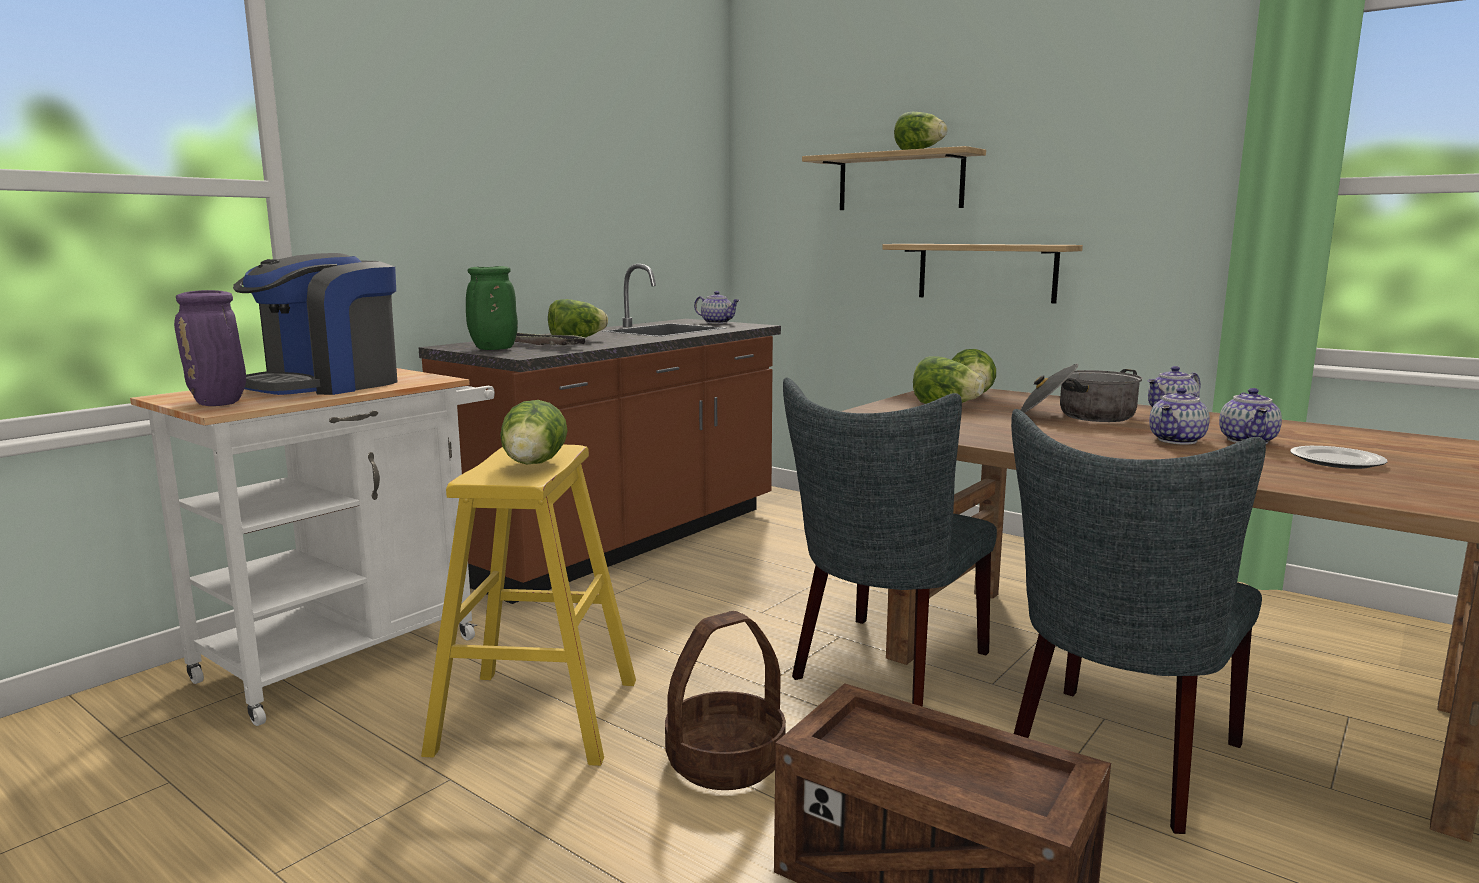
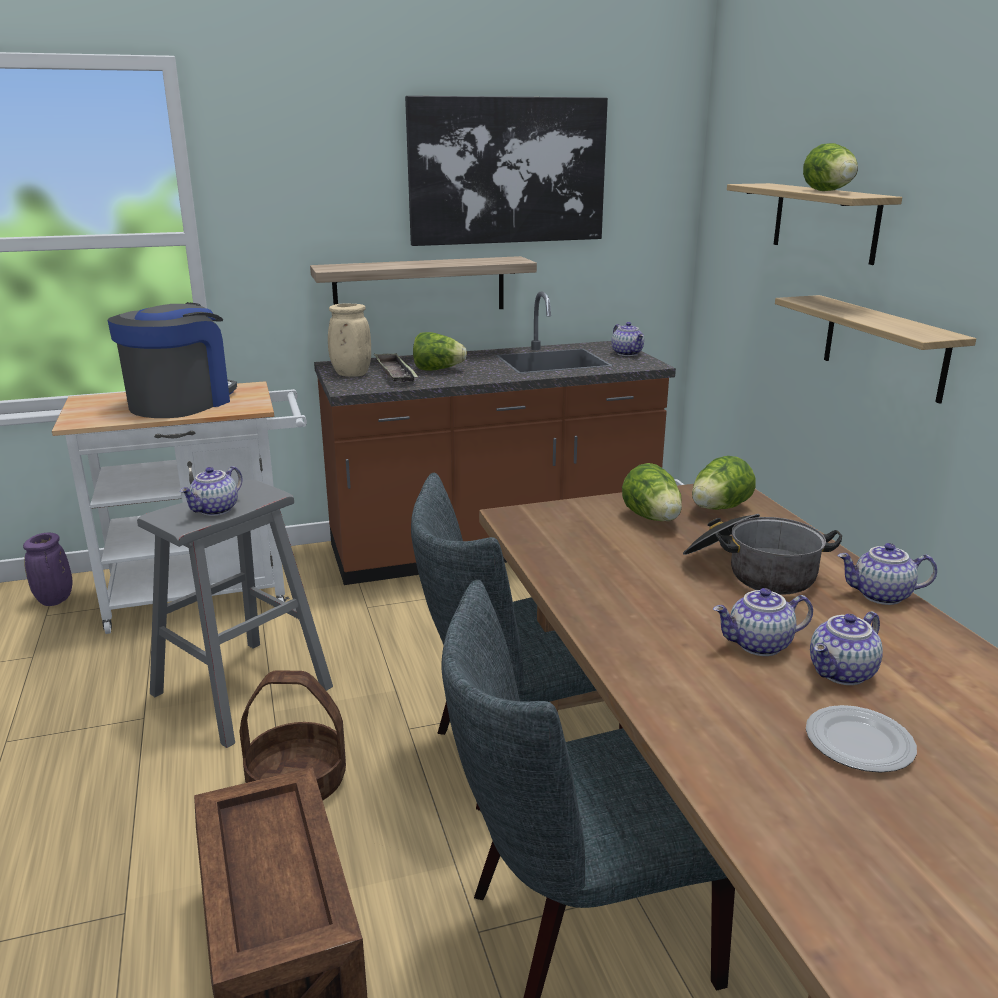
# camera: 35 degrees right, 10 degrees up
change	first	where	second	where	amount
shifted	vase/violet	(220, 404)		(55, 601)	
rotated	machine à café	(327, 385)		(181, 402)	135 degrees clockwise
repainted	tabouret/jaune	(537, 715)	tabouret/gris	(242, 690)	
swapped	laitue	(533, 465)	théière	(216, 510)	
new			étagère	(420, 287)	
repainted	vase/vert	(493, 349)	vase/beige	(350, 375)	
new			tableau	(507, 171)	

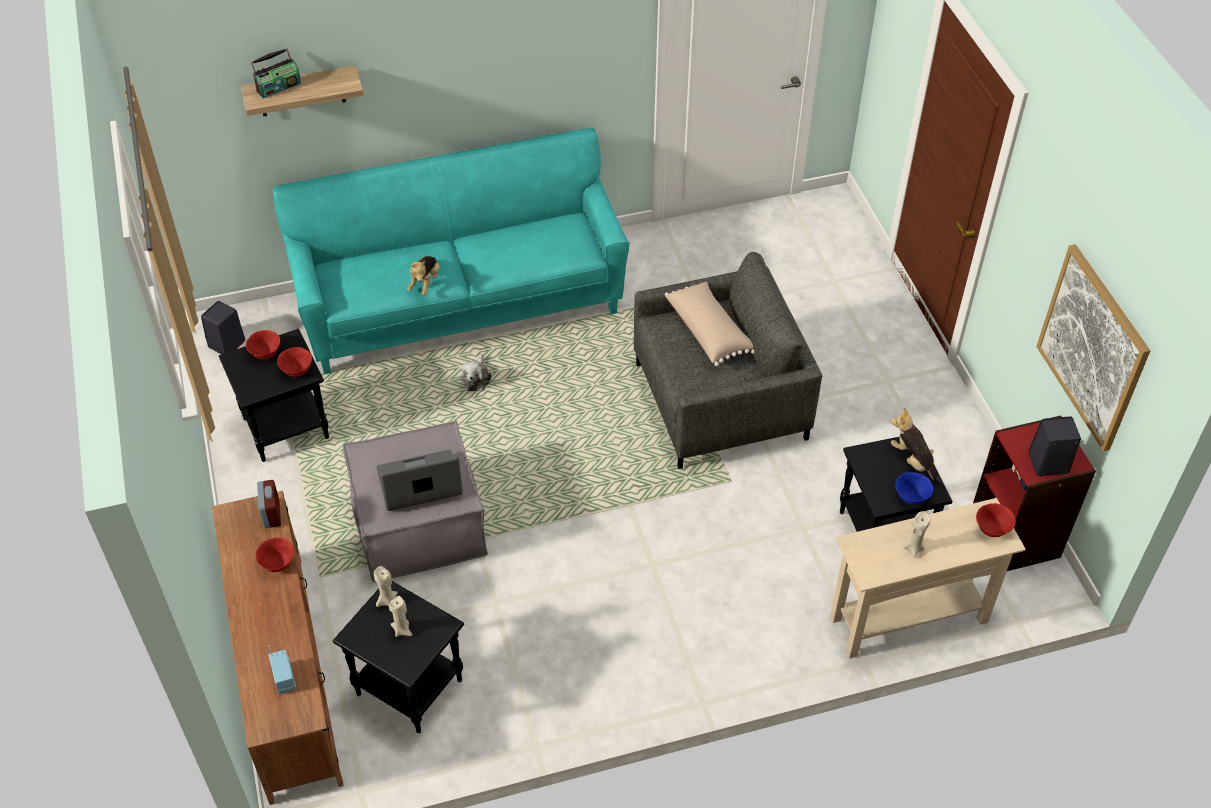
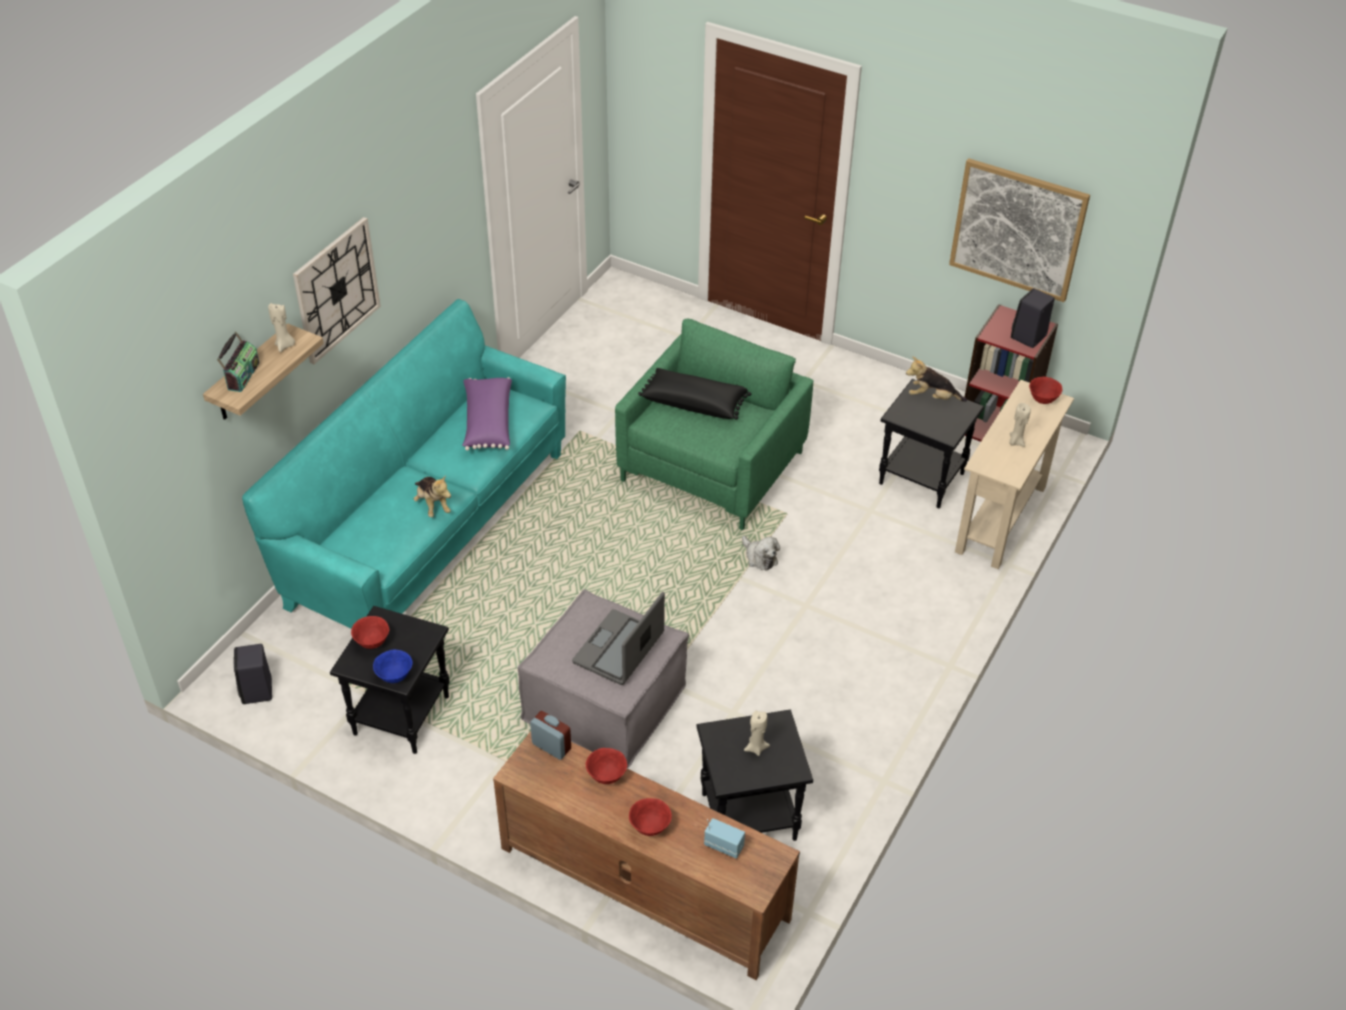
# camera: 45 degrees left, 5 degrees down
change	first	where	second	where	amount
shifted	bougie/beige	(388, 601)		(285, 345)	
new			horloge murale	(336, 290)	
shifted	bol/bleu	(911, 497)		(394, 676)	
new			coussin/violet	(487, 423)	
repainted	fauteuil/gris	(720, 402)	fauteuil/vert	(713, 467)	
shifted	bol/rouge	(297, 371)		(650, 827)	
repainted	coussin/beige	(709, 331)	coussin/noir	(694, 403)	
shifted	peluche	(476, 379)		(759, 557)	

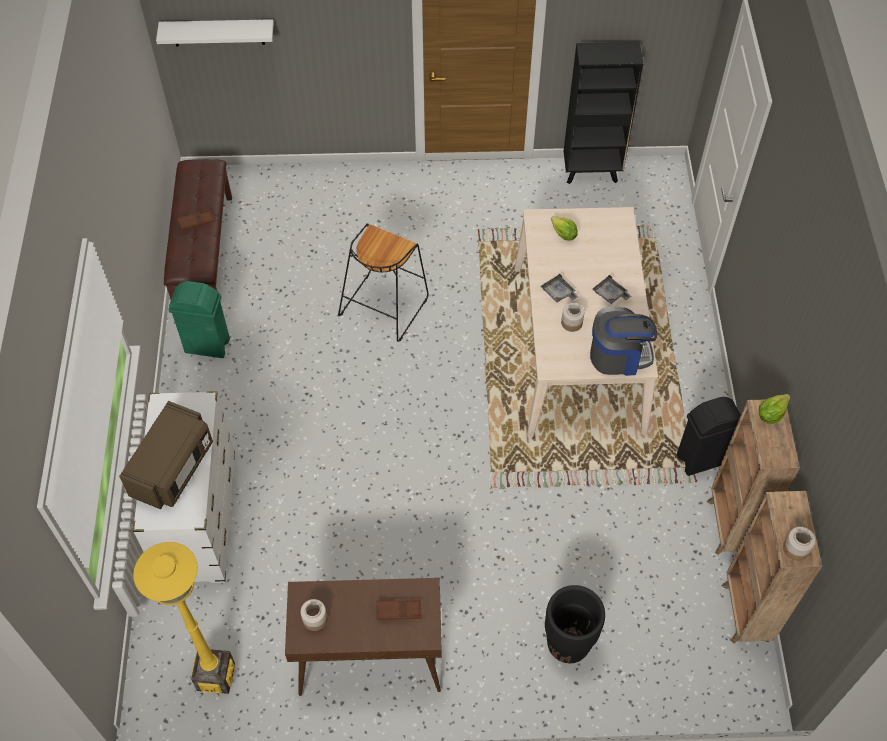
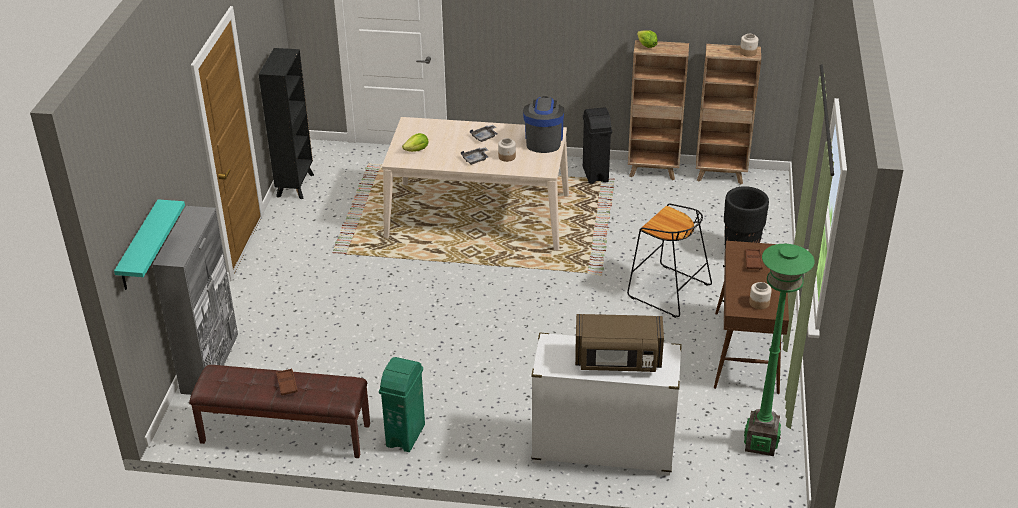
# camera: 80 degrees left, 20 degrees down
change	first	where	second	where	amount
repainted	étagère/blanc	(218, 32)	étagère/turquoise	(139, 247)	
new			meuble de rangement/gris	(210, 362)	
rotated	micro-ondes/marron	(173, 468)		(617, 361)	150 degrees clockwise
shifted	tabouret/noir	(383, 305)		(667, 291)	
repainted	lampadaire/jaune	(215, 676)	lampadaire/vert	(761, 443)	

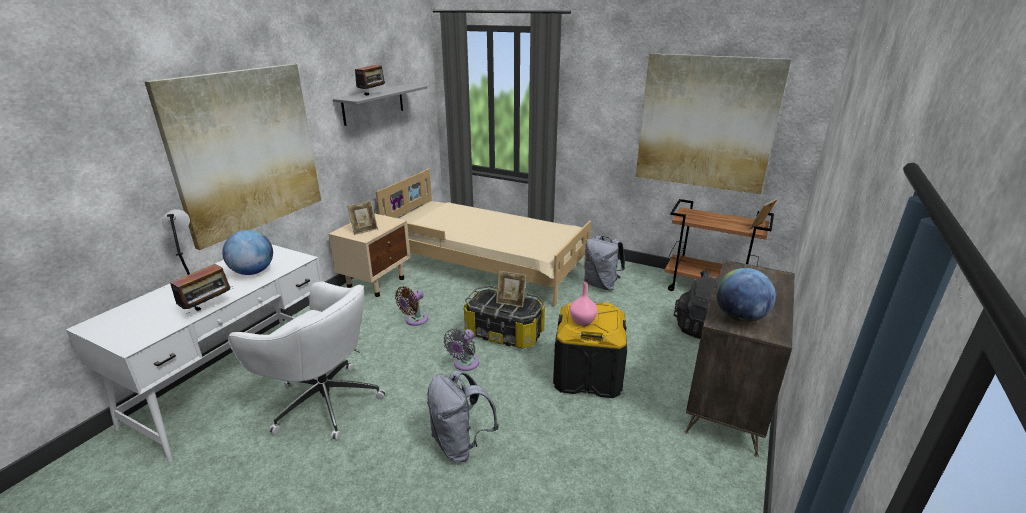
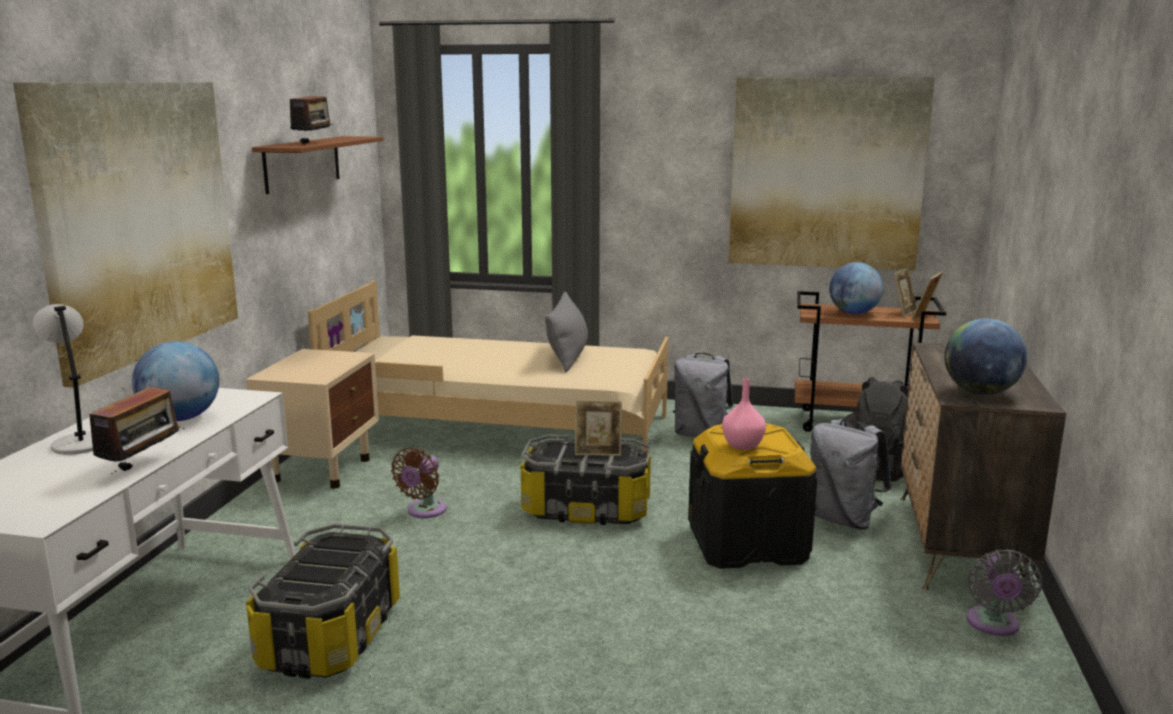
# camera: 15 degrees left, 10 degrees down
change	first	where	second	where	amount
swapped	chaise de bureau/blanc	(324, 402)	boîte de rangement	(332, 636)	
repainted	étagère/gris	(373, 104)	étagère/marron	(302, 163)	
new			coussin/gris	(567, 356)	
shifted	sac à dos/gris	(460, 444)		(843, 520)	
new			globe	(853, 313)	
shifted	cadre photo	(364, 230)		(903, 313)	
shifted	ventilateur/gris	(464, 364)		(993, 625)	

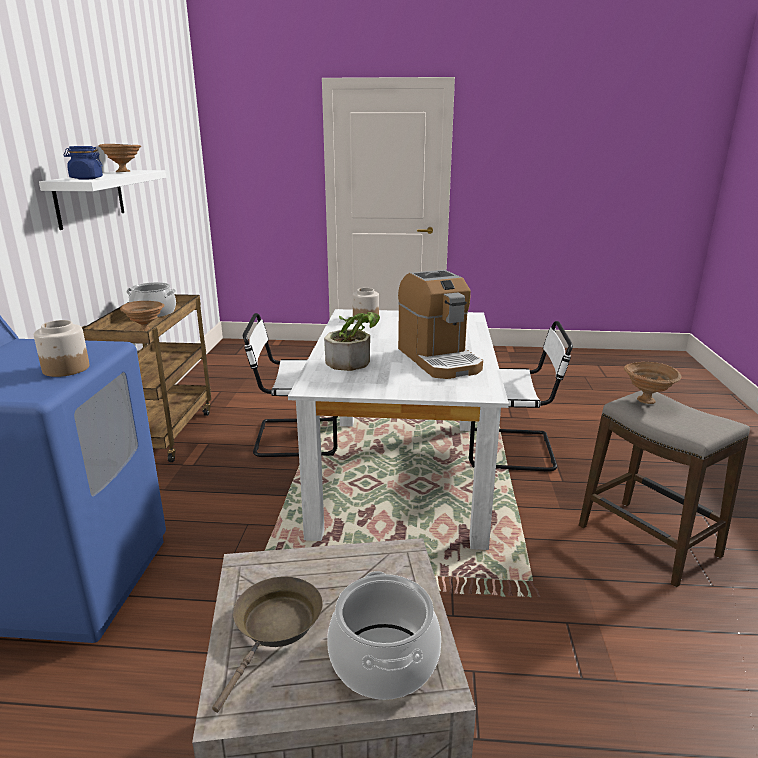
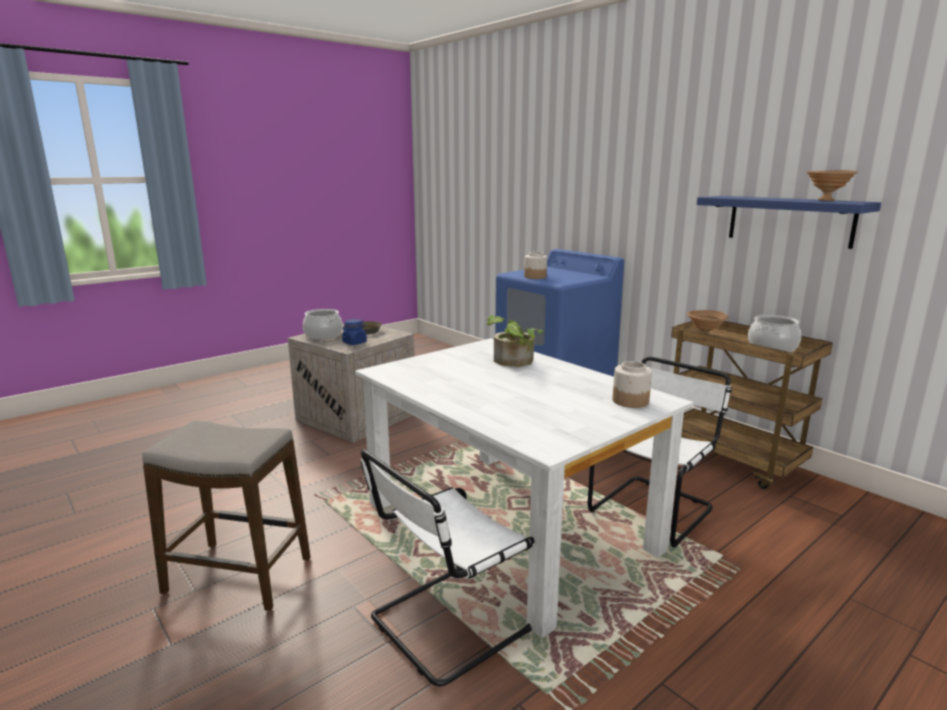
# camera: 135 degrees right, 5 degrees down
change	first	where	second	where	amount
shifted	bocal/bleu	(86, 178)		(354, 343)	
repainted	étagère/blanc	(90, 198)	étagère/bleu	(790, 220)	
gone	machine à café	(439, 359)			
gone	bol/marron	(647, 401)			

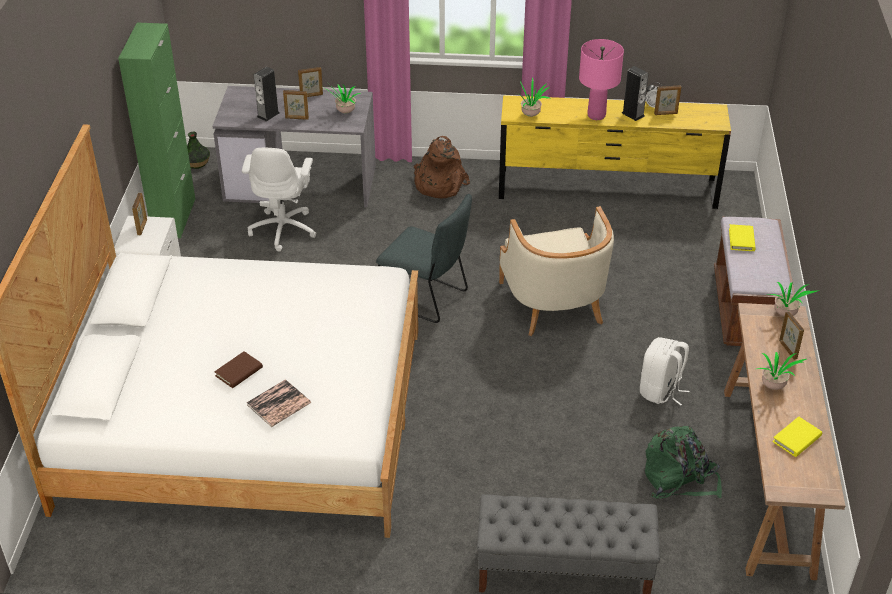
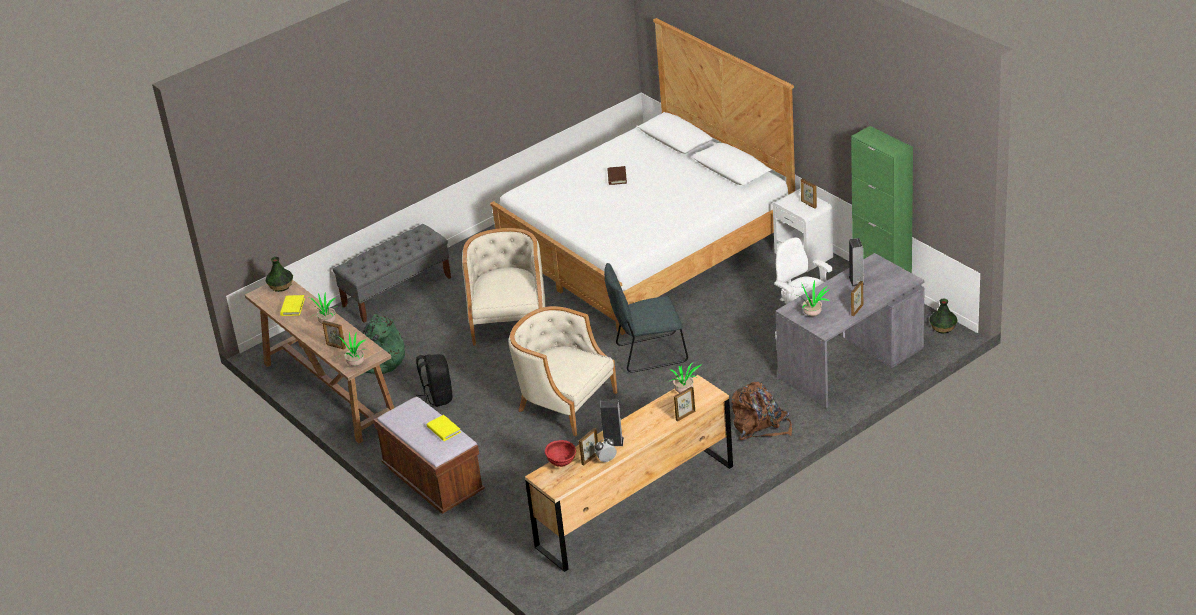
# camera: 140 degrees right, 5 degrees down
change	first	where	second	where	amount
new			vase	(280, 286)	
repainted	sac à dos/blanc	(660, 391)	sac à dos/noir	(437, 397)	
new			fauteuil/beige	(509, 320)	
repainted	commode/jaune	(607, 190)	commode/marron	(635, 506)	
new			bol/rouge	(562, 463)	
shifted	cadre photo	(297, 118)		(685, 415)	
gone	livre	(278, 404)			
gone	lampe de table/rose	(596, 115)			

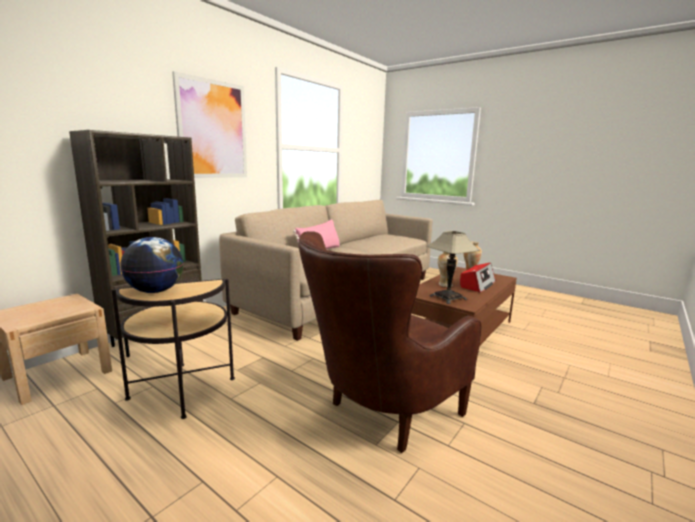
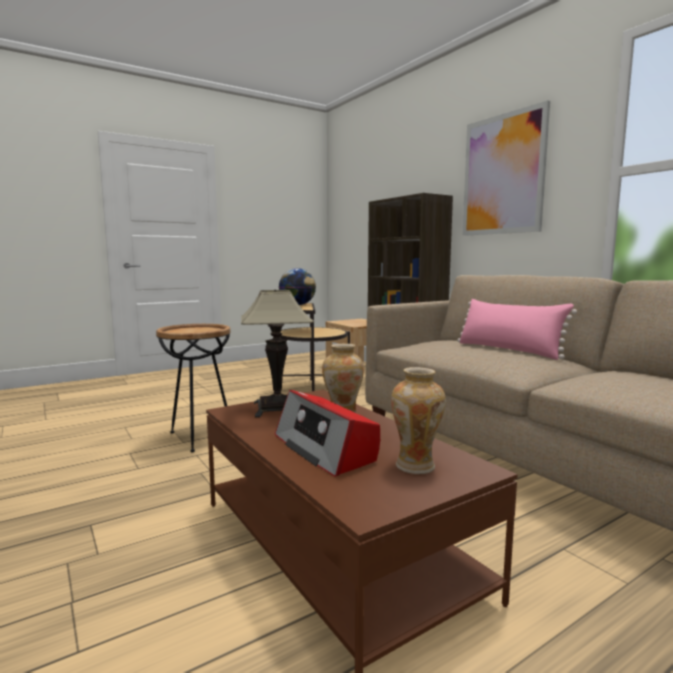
# camera: 110 degrees right, 5 degrees down
change	first	where	second	where	amount
swapped	fauteuil/marron	(381, 416)	table d'appoint/marron	(199, 437)	

